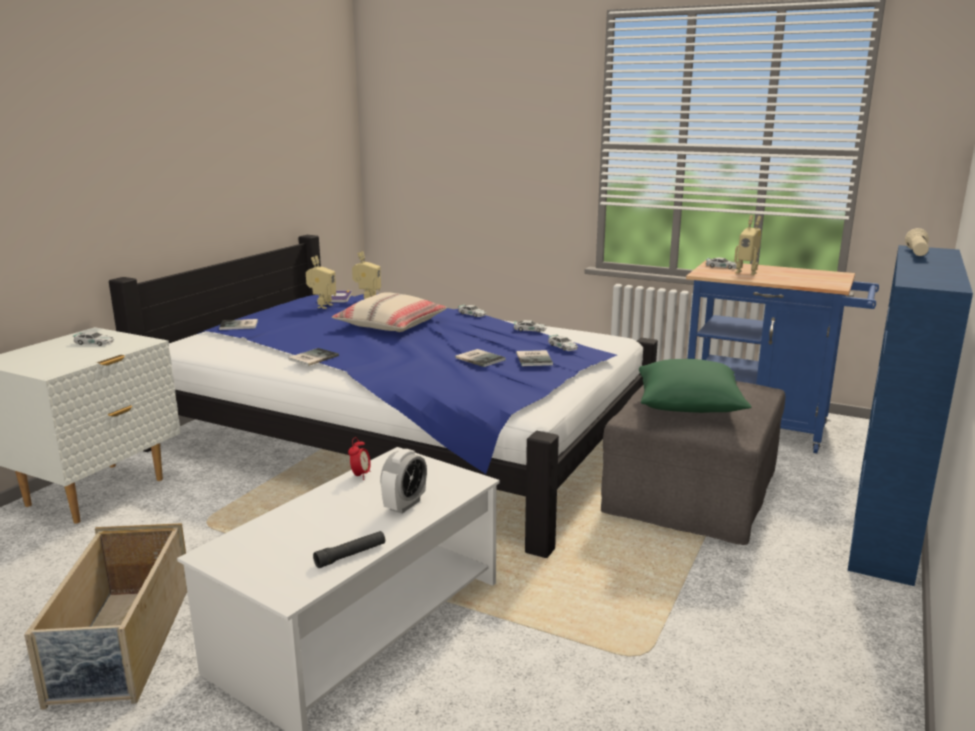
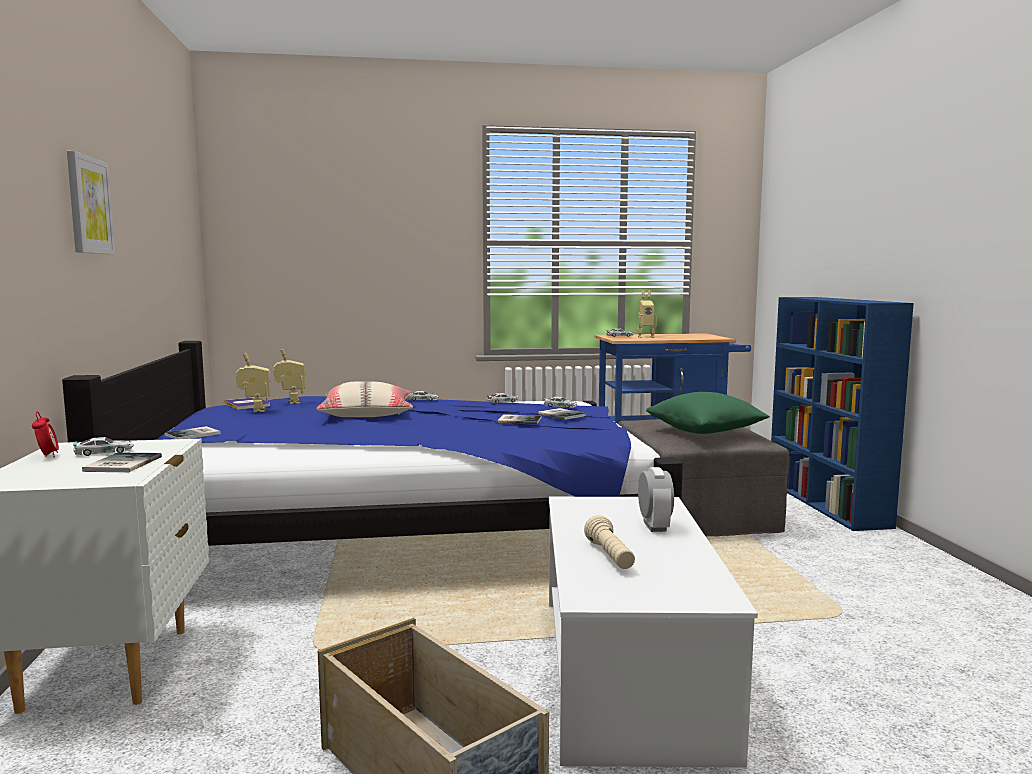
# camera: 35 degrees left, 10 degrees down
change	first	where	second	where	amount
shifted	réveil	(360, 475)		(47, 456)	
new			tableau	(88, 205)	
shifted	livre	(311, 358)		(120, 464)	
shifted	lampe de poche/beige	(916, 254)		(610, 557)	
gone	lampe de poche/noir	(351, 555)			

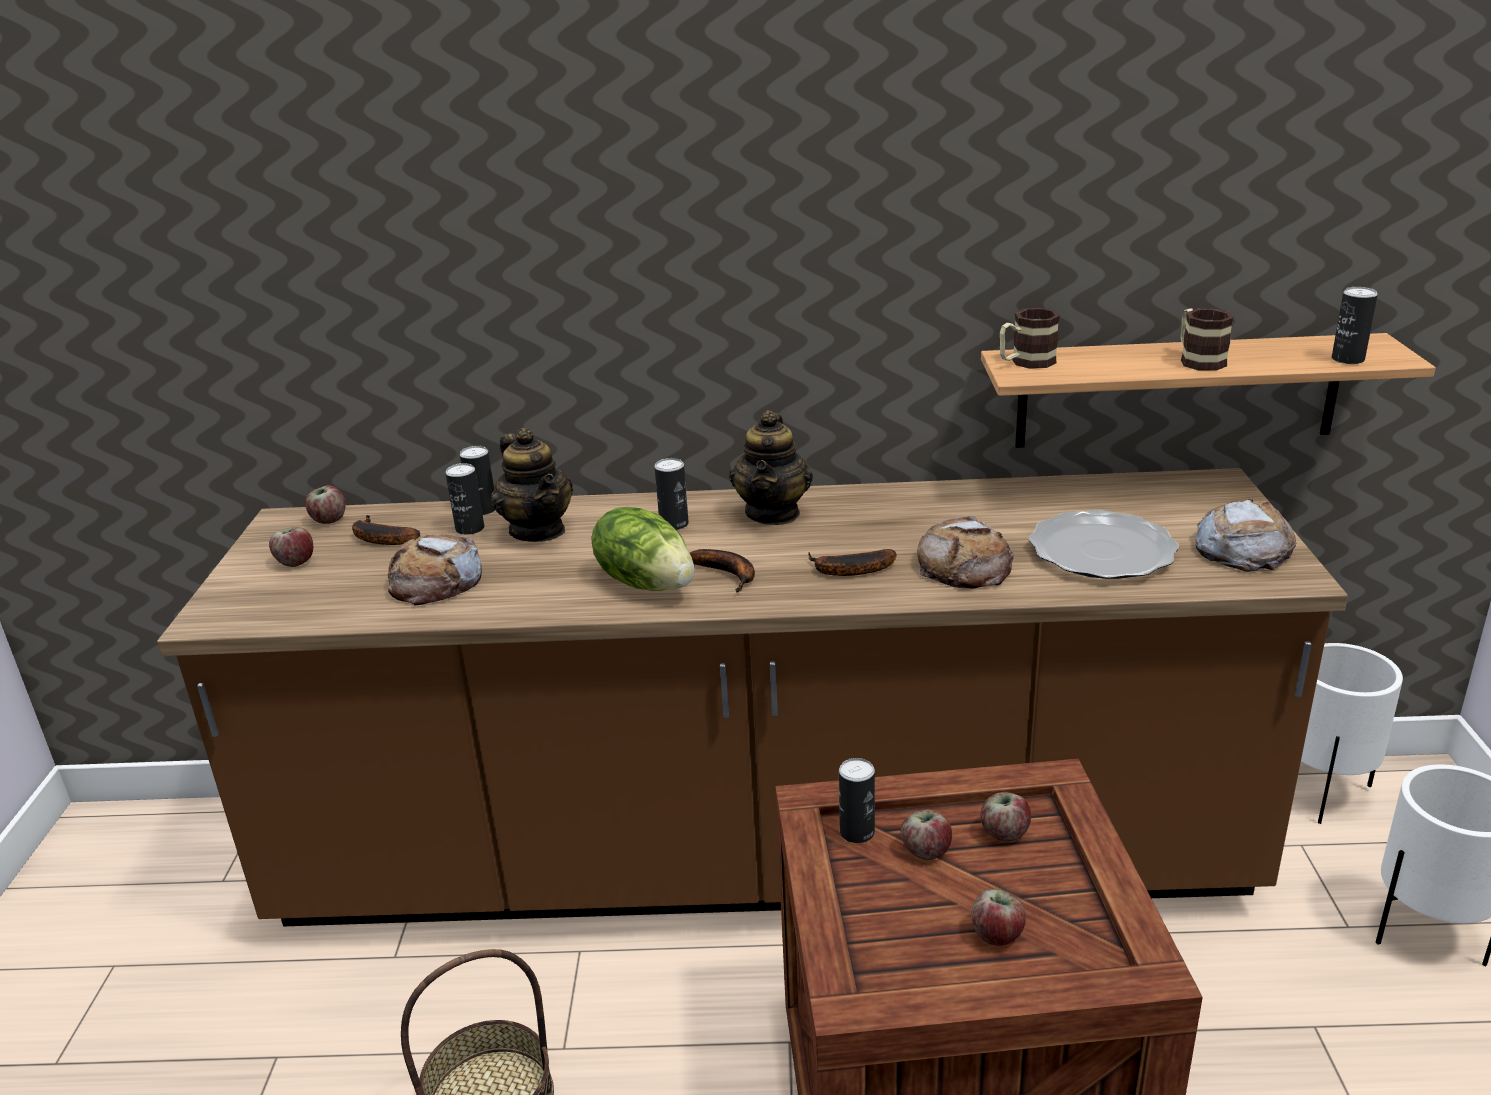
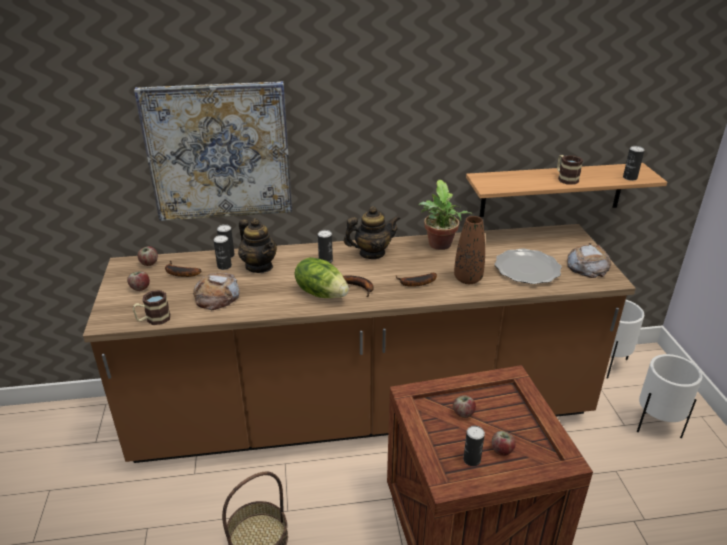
# camera: 10 degrees left, 5 degrees up
change	first	where	second	where	amount
shifted	mug	(1025, 363)		(153, 319)	
new			tableau	(219, 152)	
rotated	théière	(773, 513)		(372, 253)	105 degrees counterclockwise
new			plante en pot	(440, 246)	
swapped	pain	(964, 566)	vase/marron	(468, 279)	
shifted	boîte métallique	(857, 832)		(472, 459)	
gone	pomme	(1004, 833)			

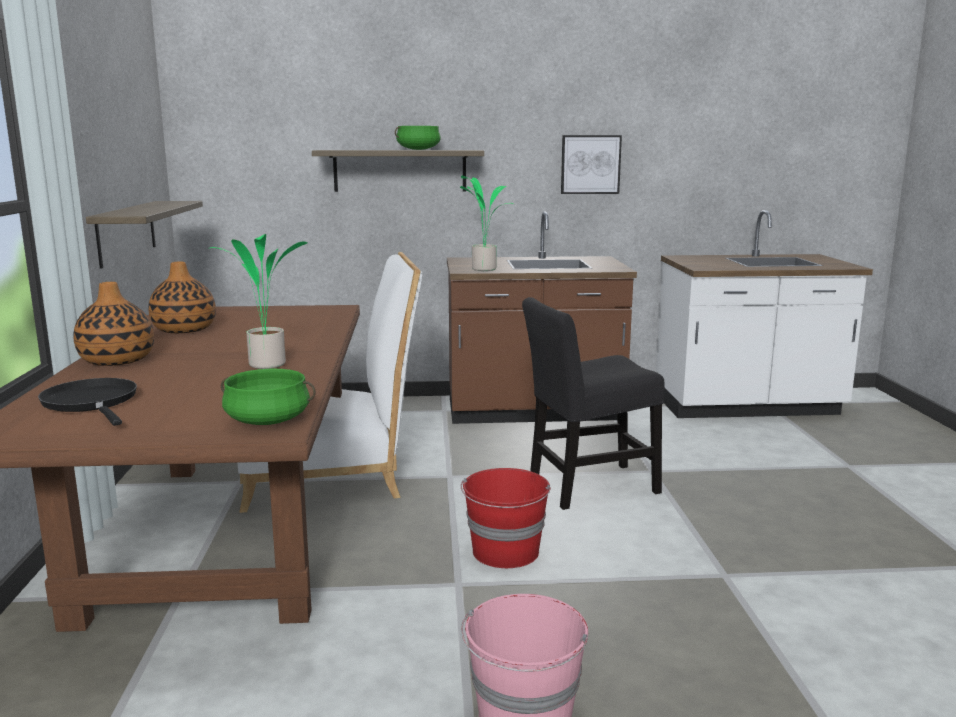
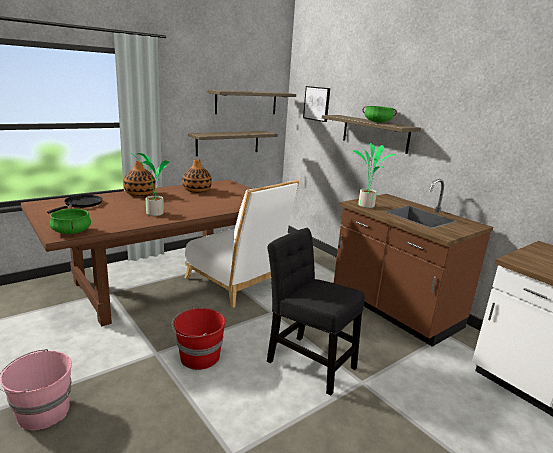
# camera: 55 degrees right, 5 degrees up
change	first	where	second	where	amount
new			étagère	(246, 102)	
shifted	tableau	(590, 164)		(317, 103)	

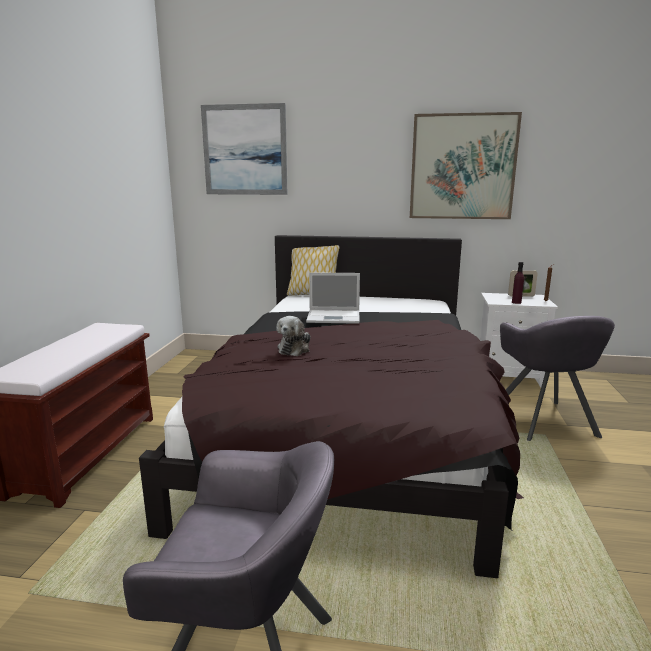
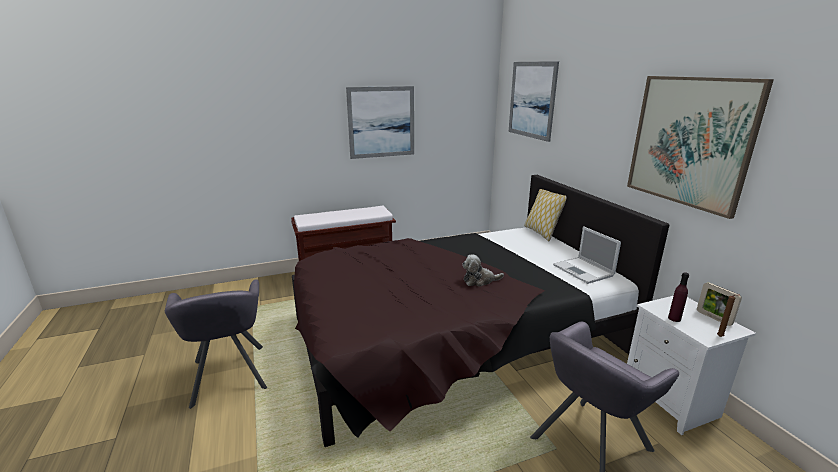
# camera: 60 degrees right, 5 degrees up
change	first	where	second	where	amount
new			tableau	(381, 122)	
shifted	peluche	(295, 349)		(479, 281)	
shifted	ordinateur portable	(334, 317)		(584, 271)	

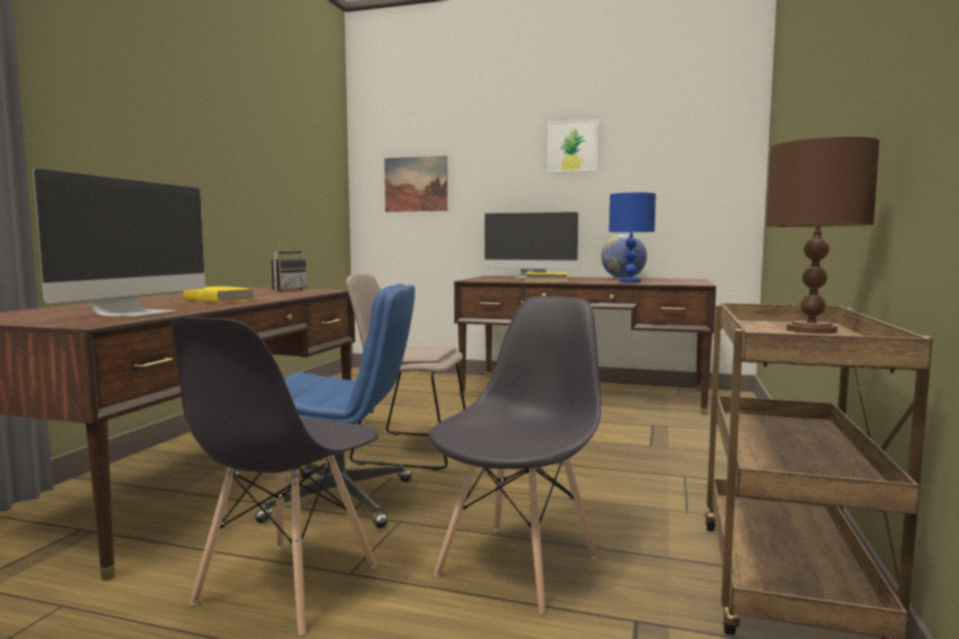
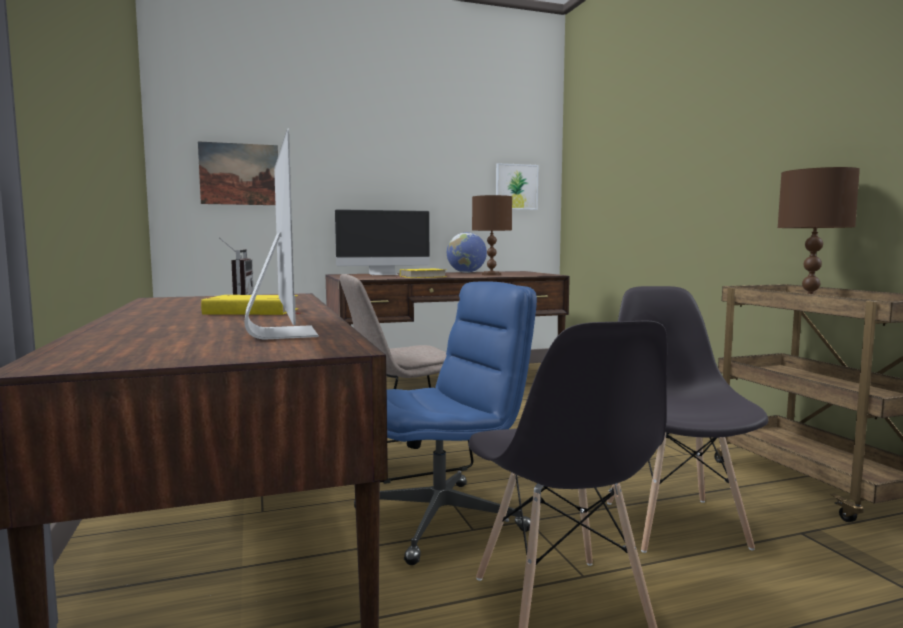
# camera: 35 degrees left, 0 degrees up
change	first	where	second	where	amount
repainted	lampe de table/bleu	(629, 281)	lampe de table/marron	(491, 275)	
shifted	tableau	(573, 146)		(516, 187)	

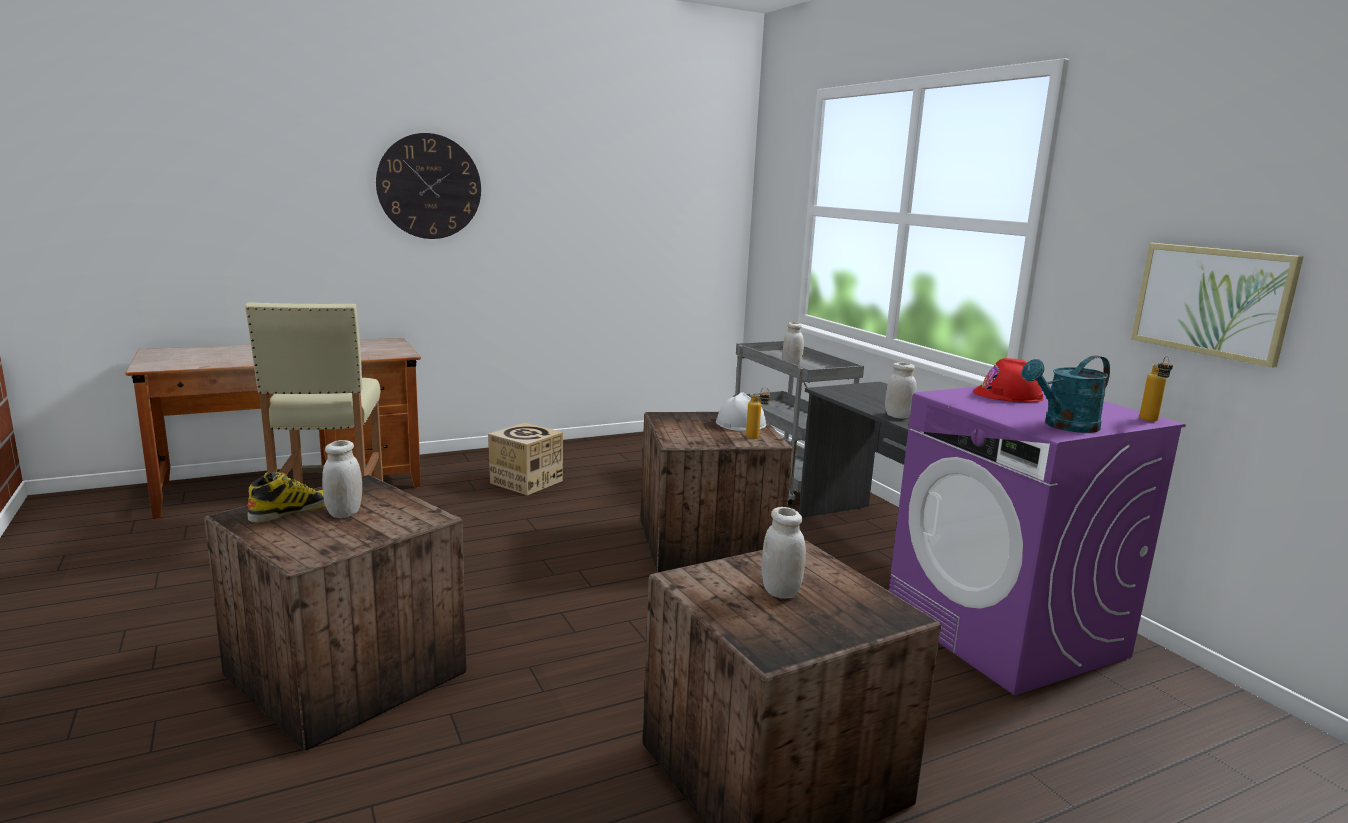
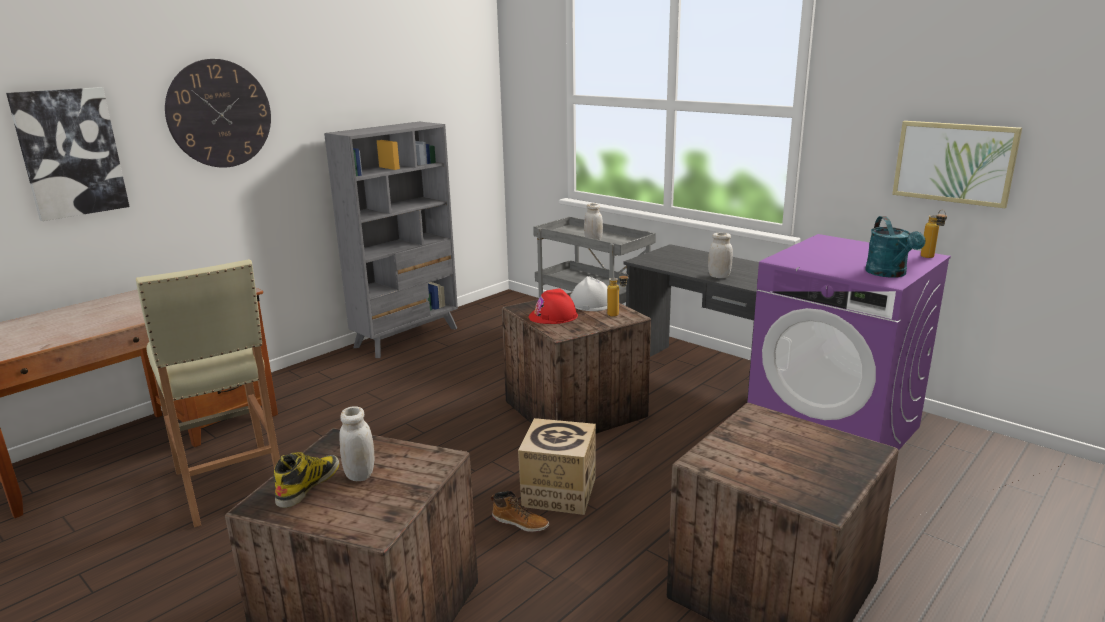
# camera: 20 degrees left, 5 degrees up
change	first	where	second	where	amount
new			tableau	(70, 153)	
new			bibliothèque/gris	(407, 337)	
new			botte	(520, 523)	
shifted	carton	(526, 482)		(559, 492)	
shifted	casque de chantier/rouge	(1007, 395)		(553, 316)	
rotated	arrosoir/turquoise	(1064, 426)		(889, 274)	45 degrees counterclockwise
gone	bocal/blanc	(780, 591)			

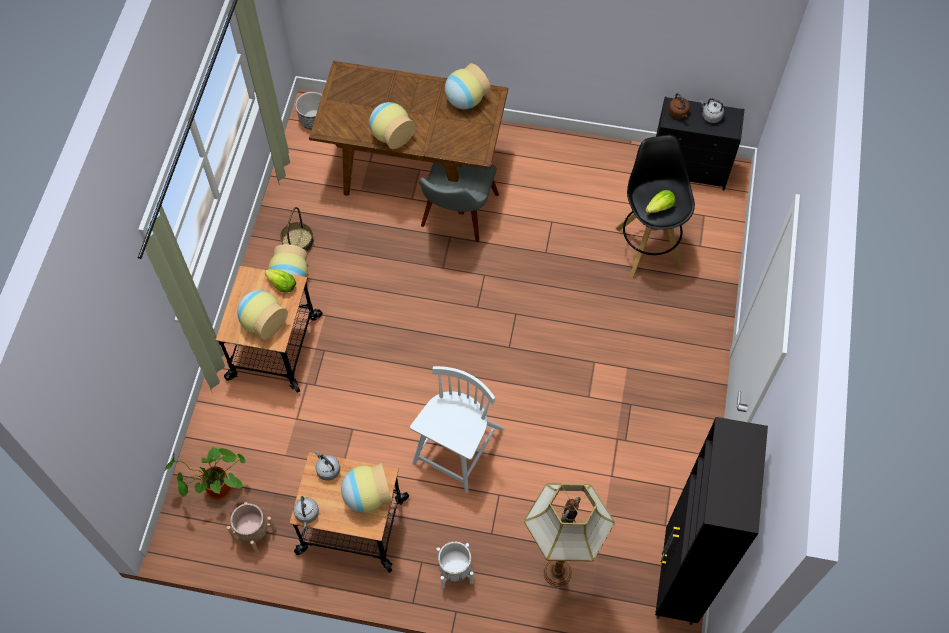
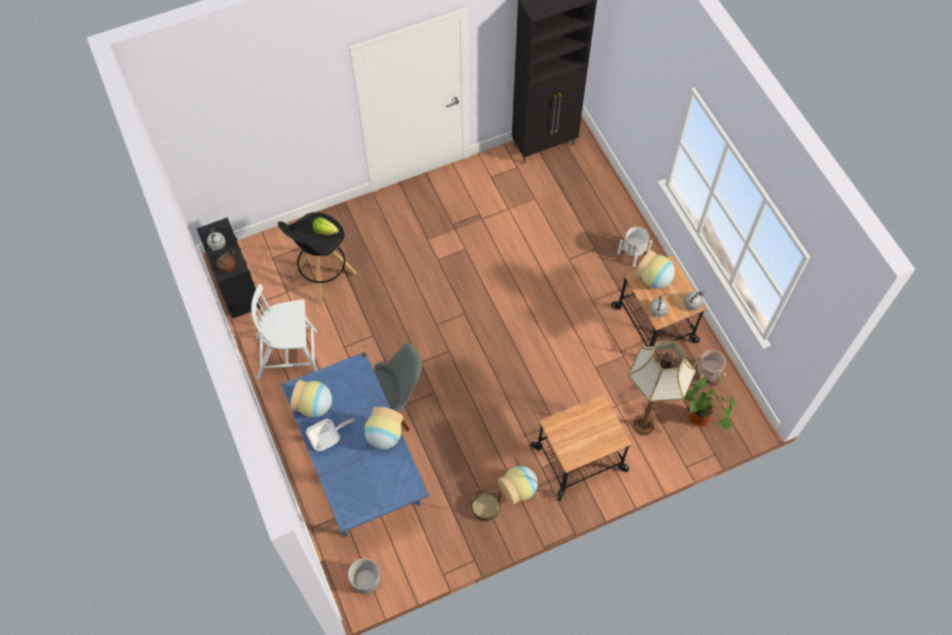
# camera: 125 degrees left, 0 degrees up
change	first	where	second	where	amount
shifted	chaise/blanc	(457, 448)		(289, 354)	
repainted	table à manger/marron	(414, 169)	table à manger/bleu	(361, 469)	
new			poêle	(328, 438)	
shifted	lampadaire	(558, 573)		(643, 424)	
gone	vase	(262, 322)			
gone	laitue	(282, 285)			

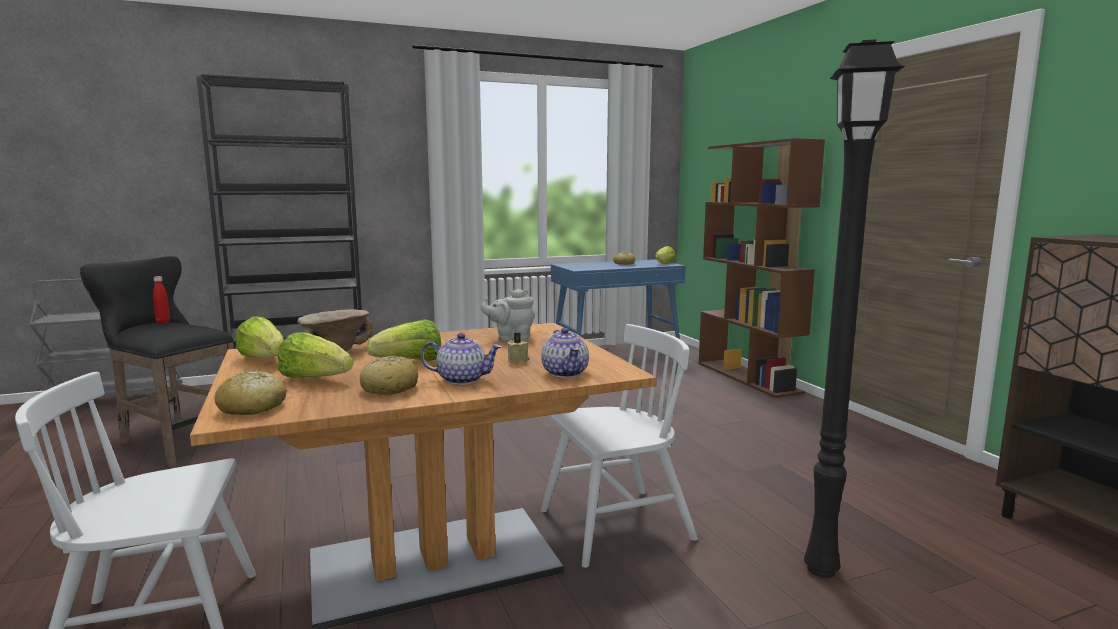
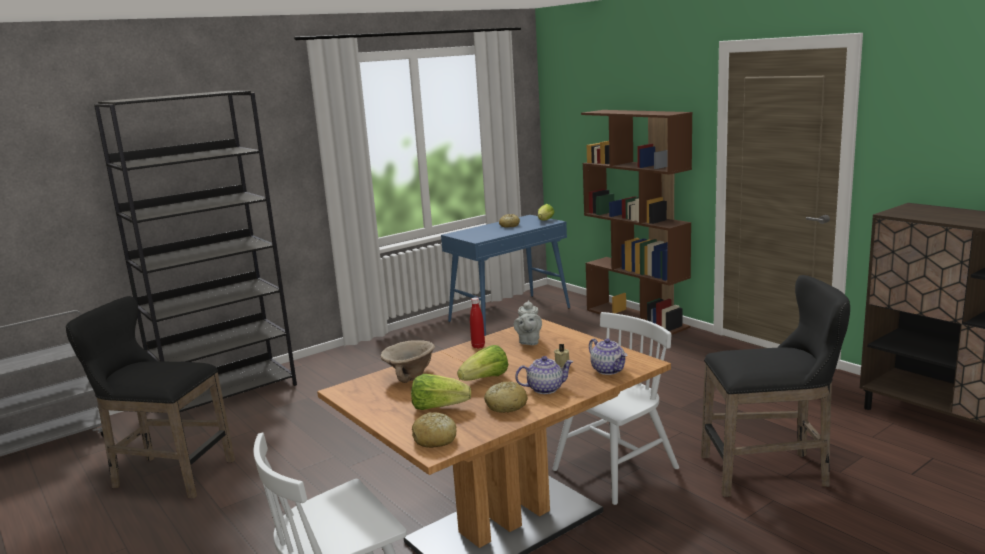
# camera: 15 degrees left, 5 degrees up
change	first	where	second	where	amount
shifted	bouteille/rouge	(163, 322)		(478, 346)	
rotated	théière/gris	(511, 338)		(529, 342)	60 degrees counterclockwise
swapped	lampadaire/noir	(823, 571)	tabouret/noir	(771, 472)	
gone	laitue	(264, 359)			

